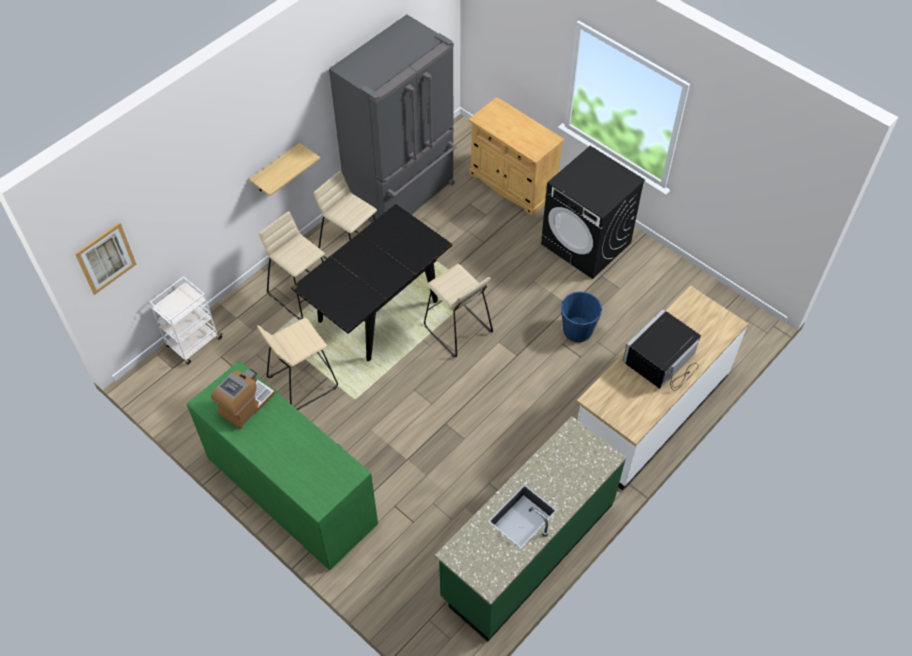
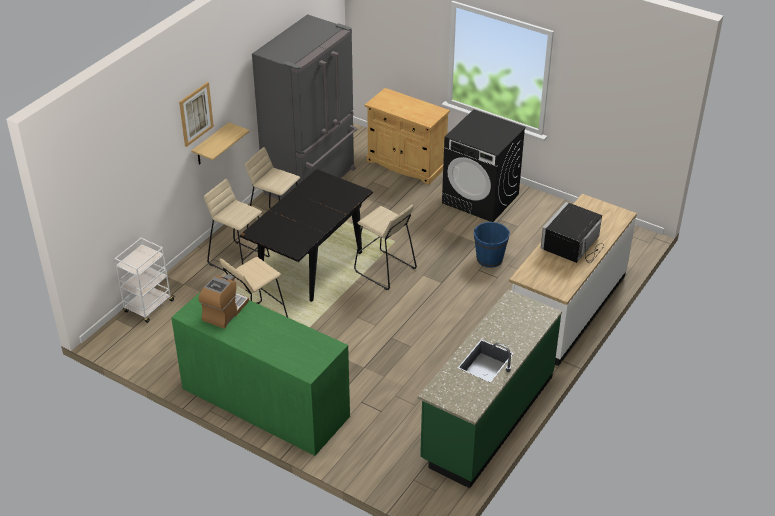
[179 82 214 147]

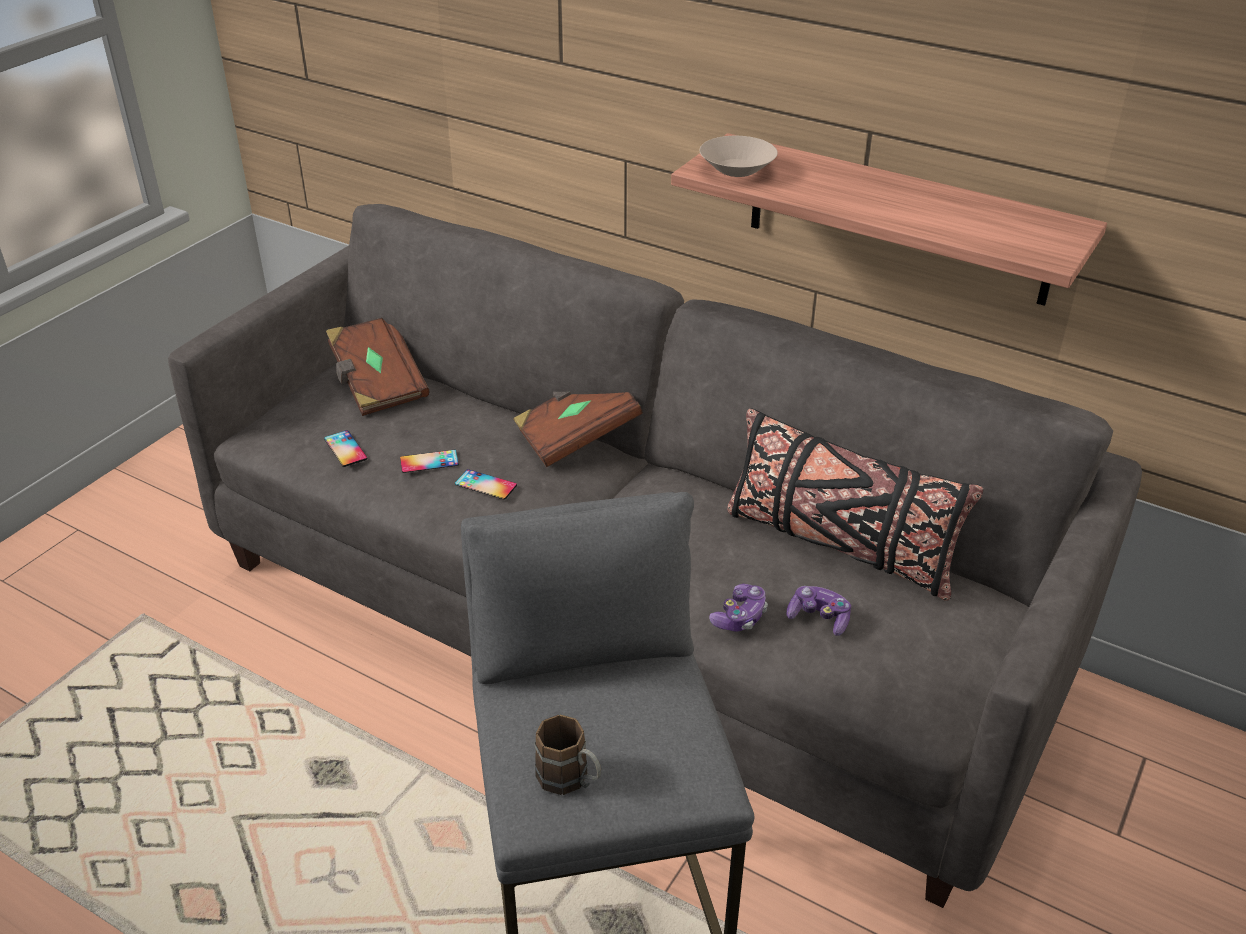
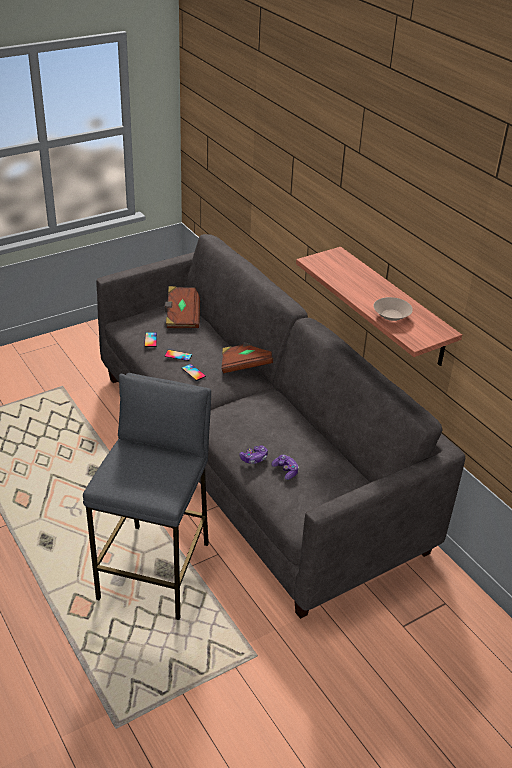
[534 715 601 795] (first image)
[374 297 413 321]
[727 408 983 601] (first image)

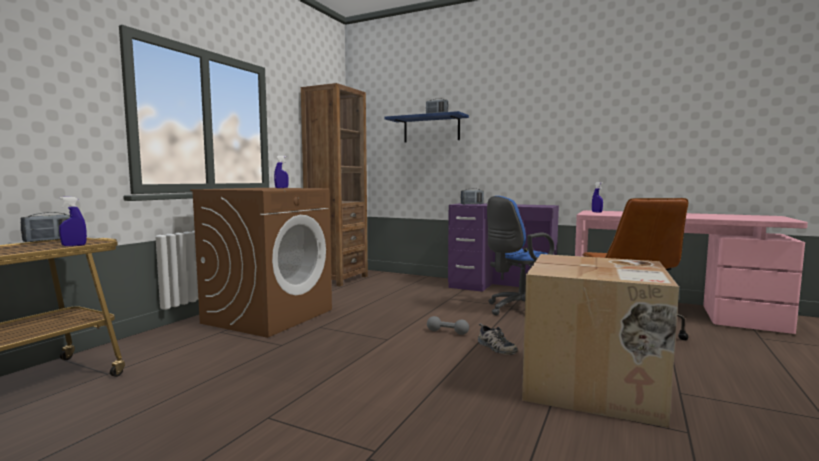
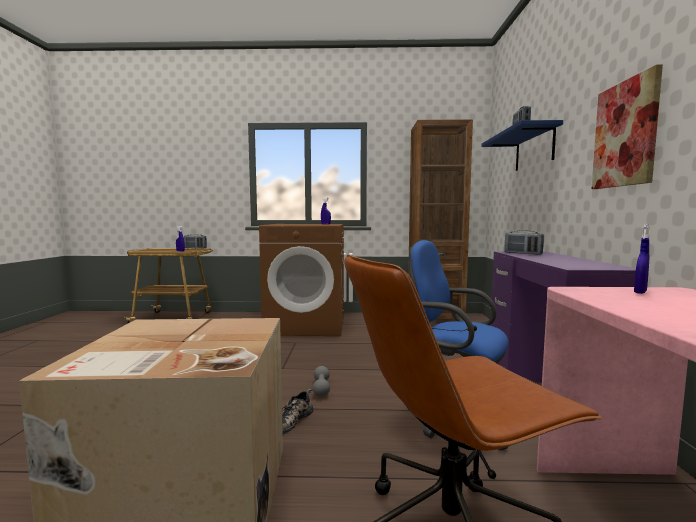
[592 65 663 189]

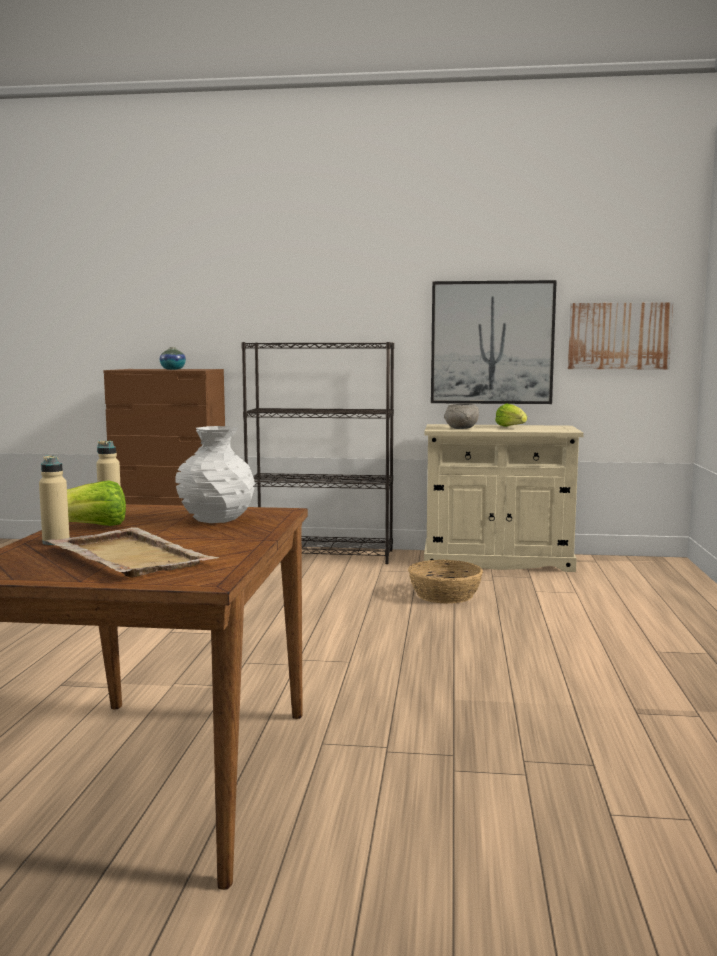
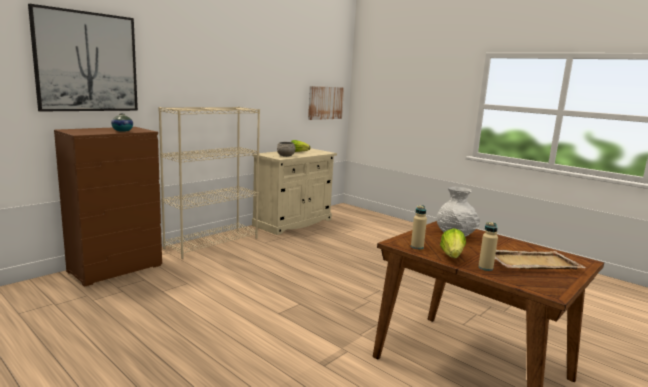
[158 107 260 259]
[408 560 483 604] (first image)
[28 4 138 112]

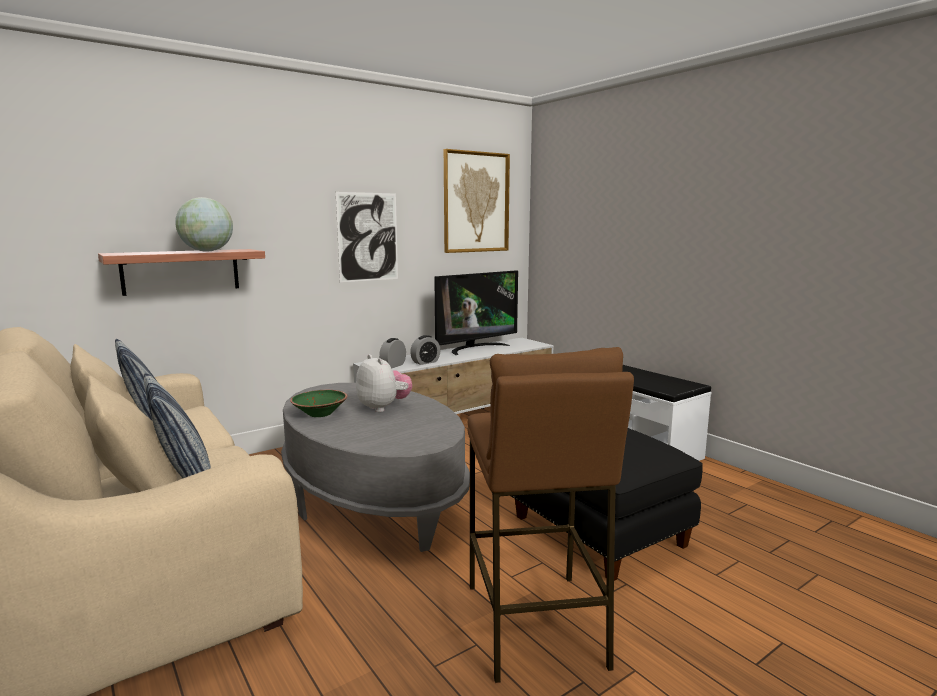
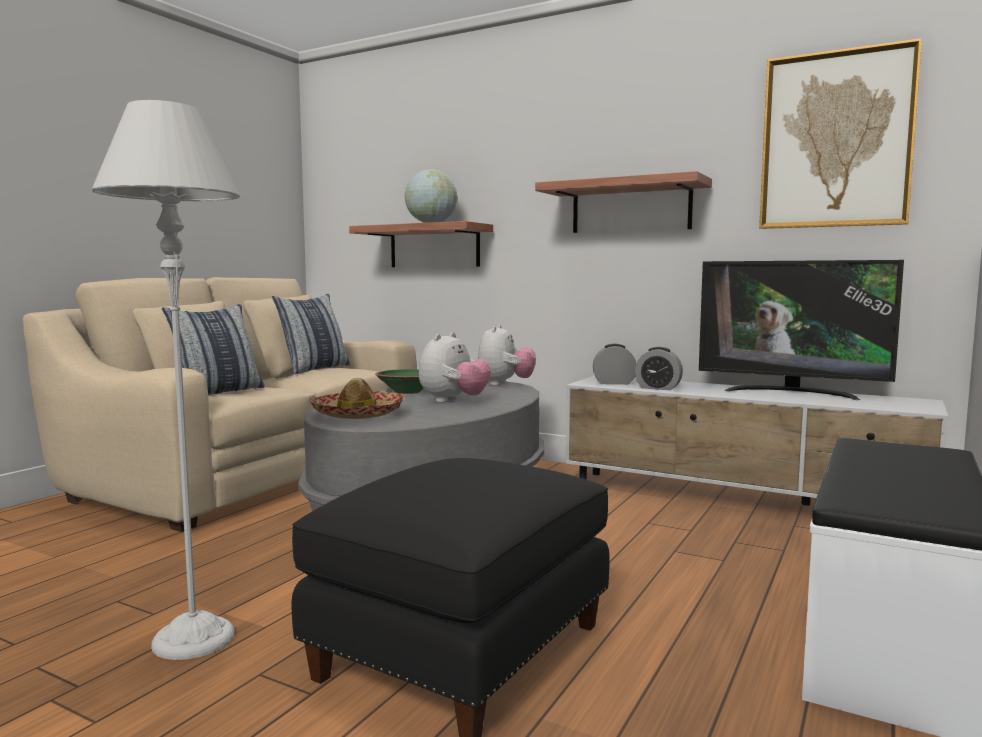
[535 171 712 233]
[92 100 240 660]
[308 378 405 419]
[478 325 536 386]

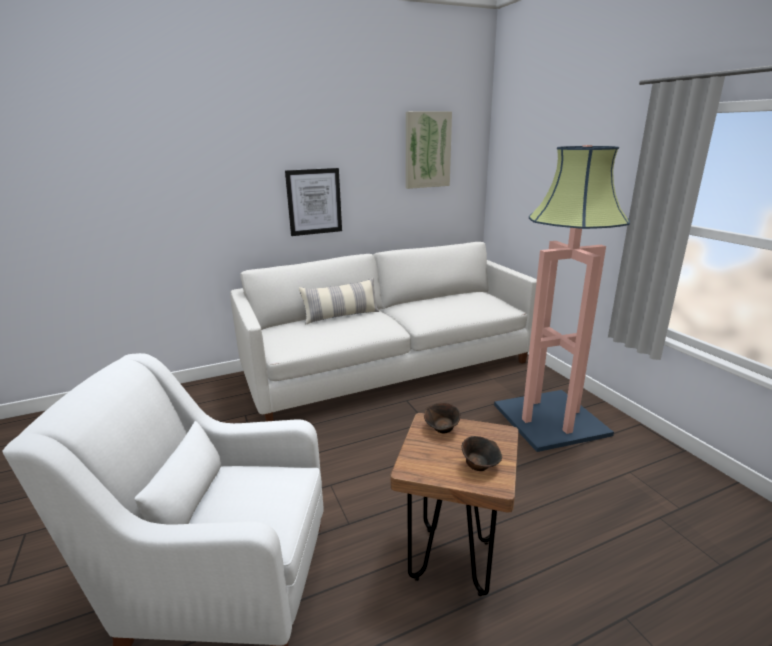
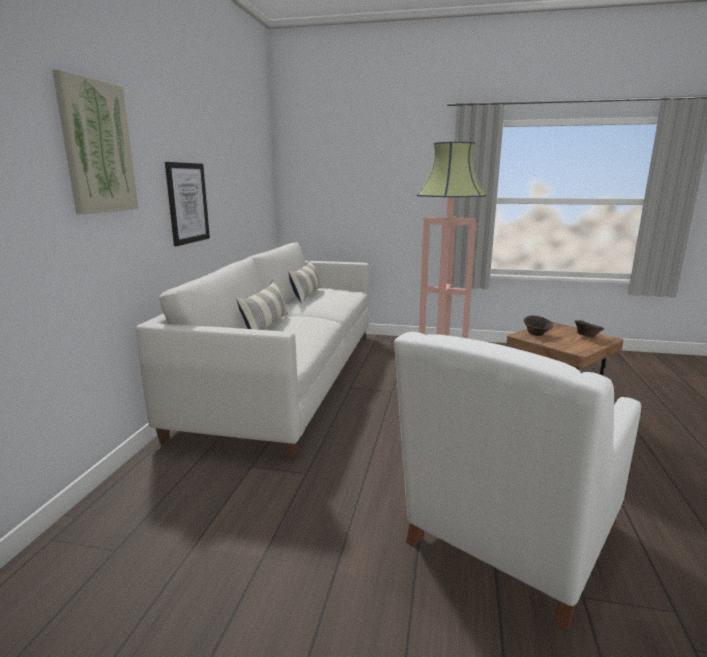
[52 70 139 214]
[288 260 321 303]

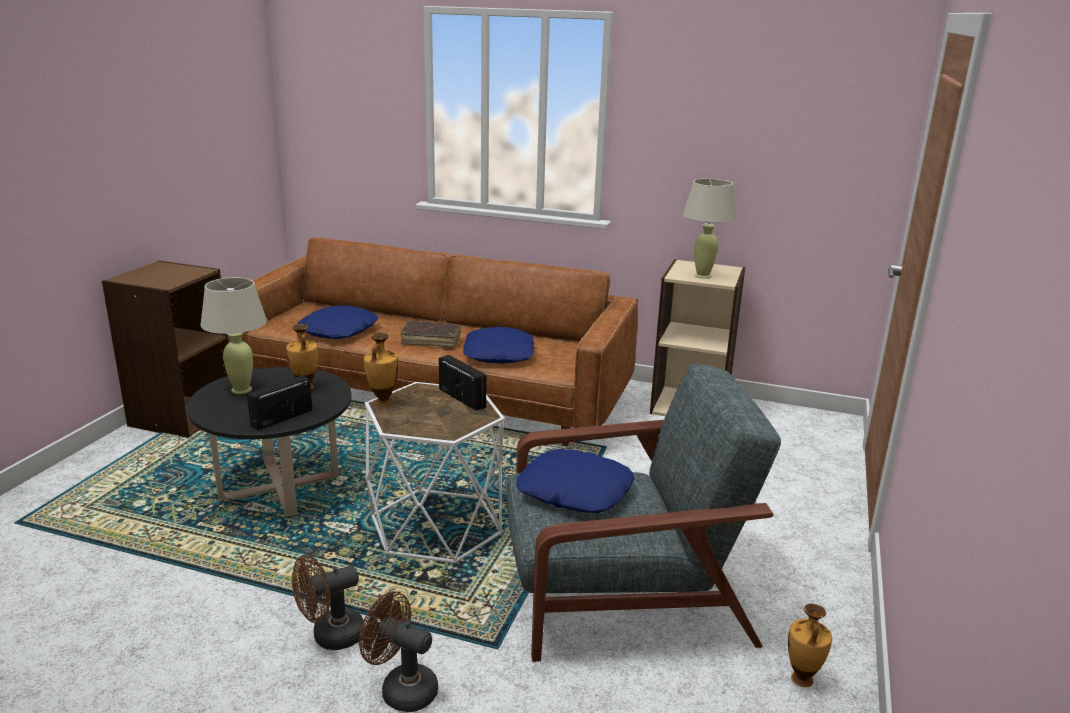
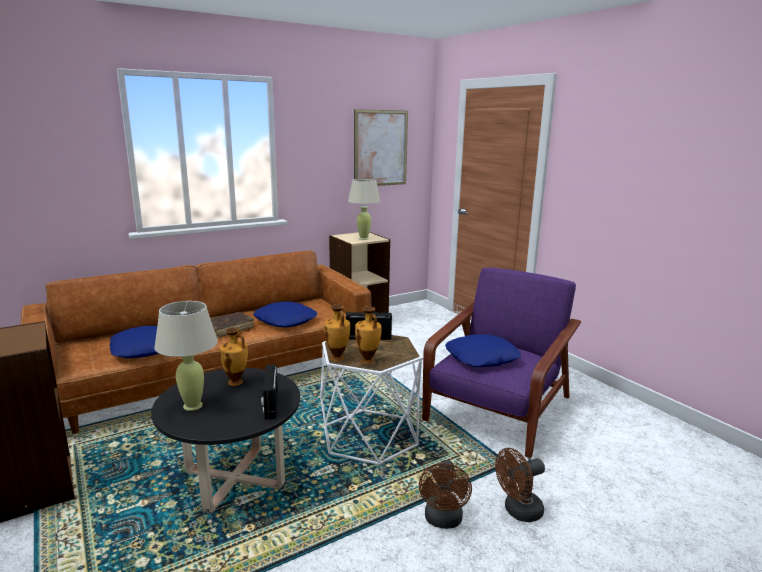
[422 267 581 458]
[355 306 382 364]
[354 109 408 186]

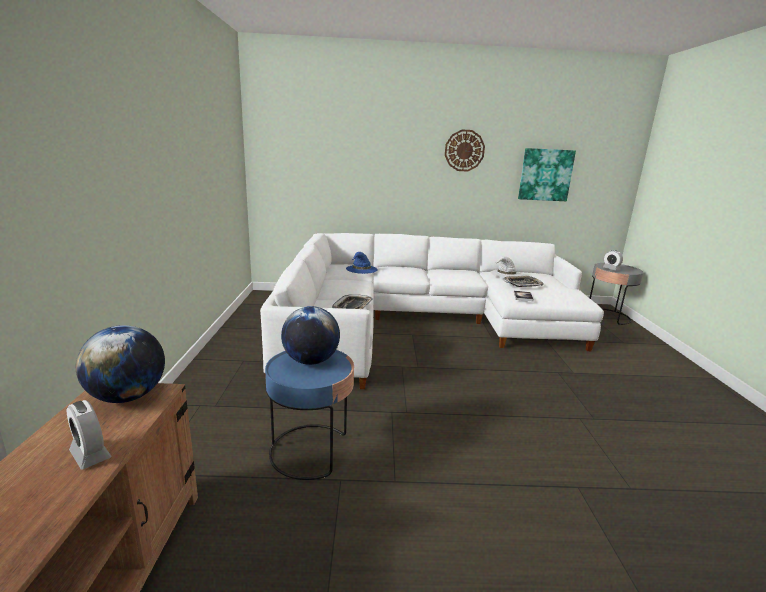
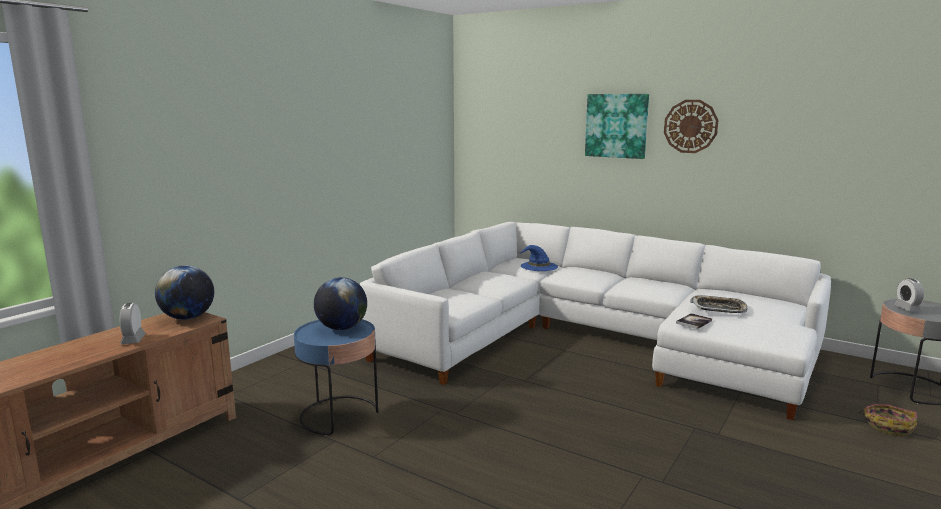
[332 294 373 309] (first image)
[491 256 523 278] (first image)
[585 94 649 159]
[858 404 917 436]

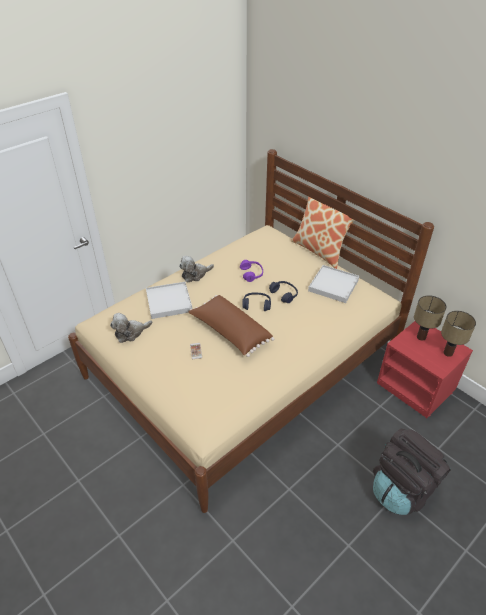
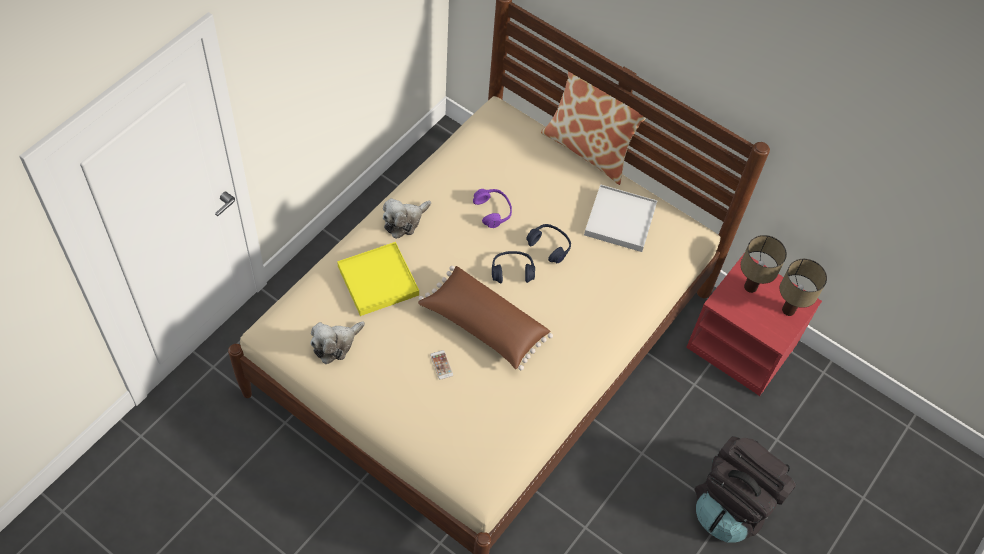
[337 242 419 316]

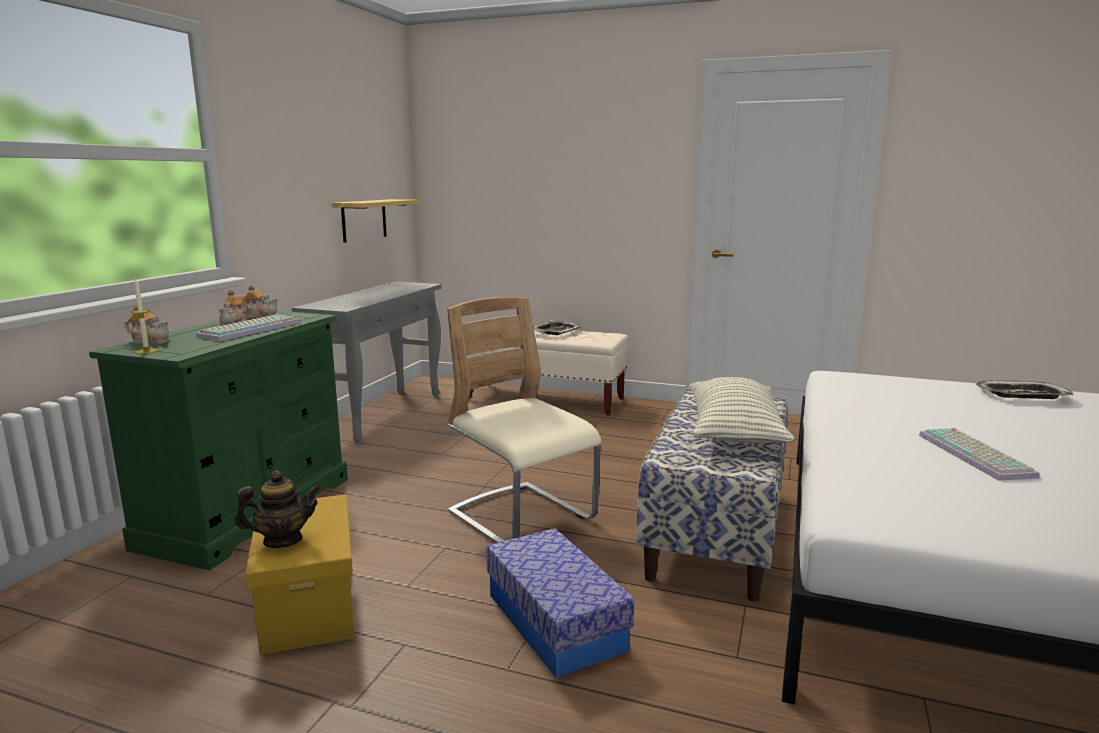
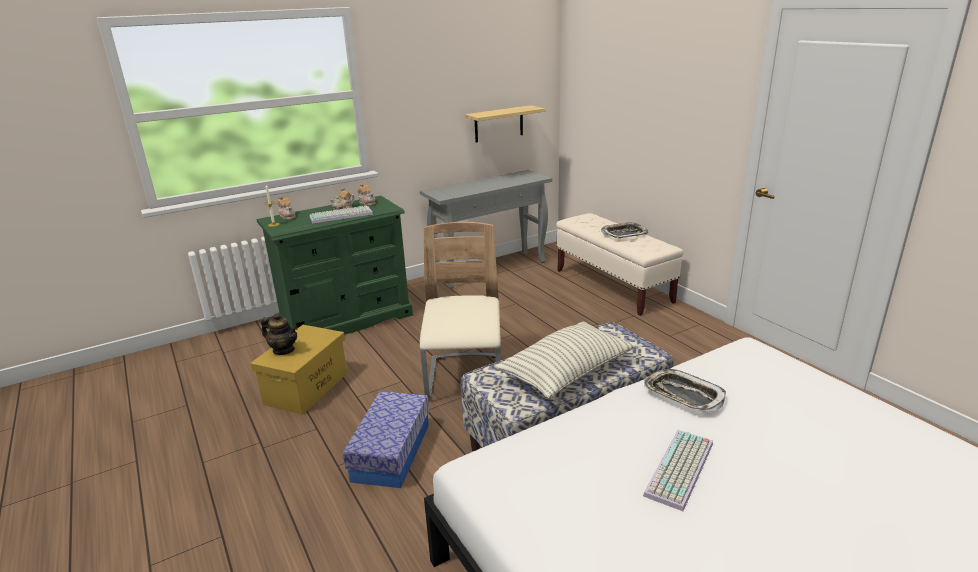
[644 369 726 412]

